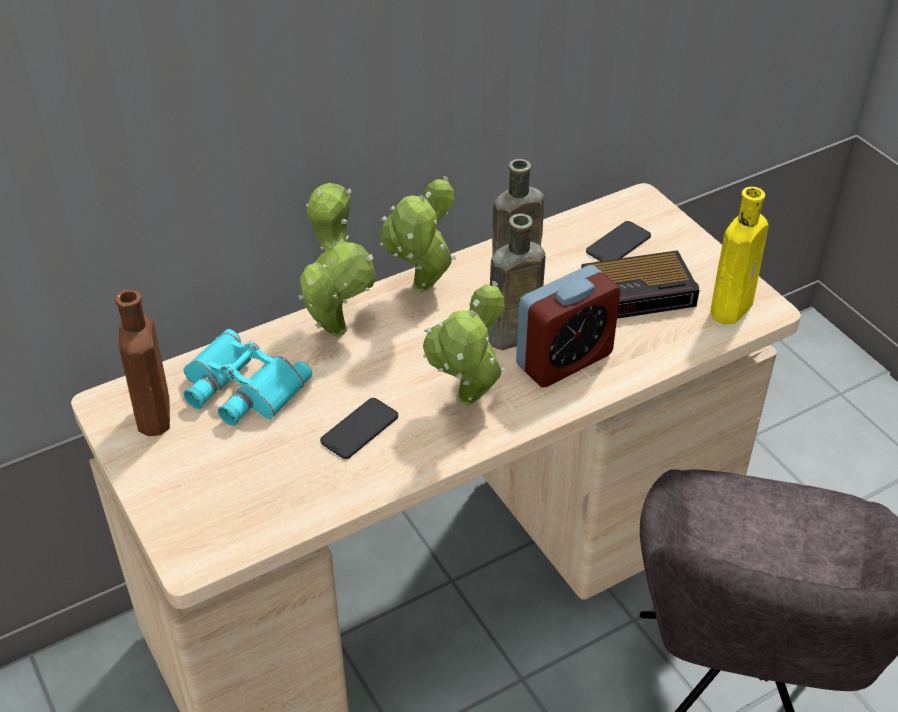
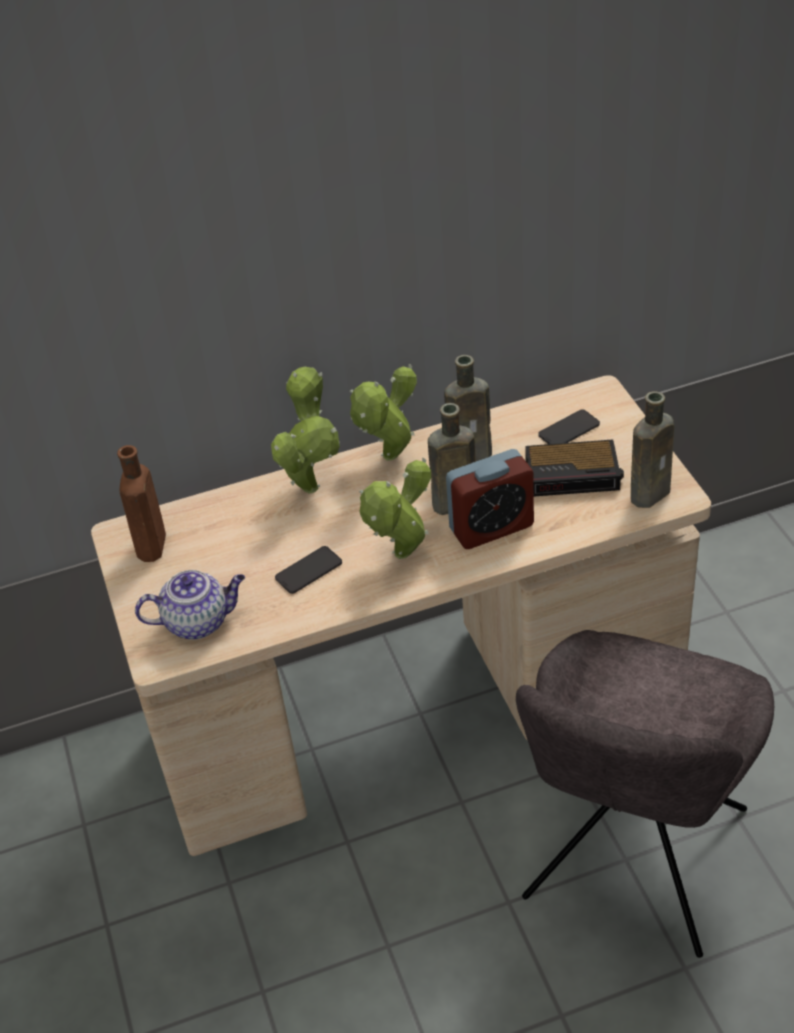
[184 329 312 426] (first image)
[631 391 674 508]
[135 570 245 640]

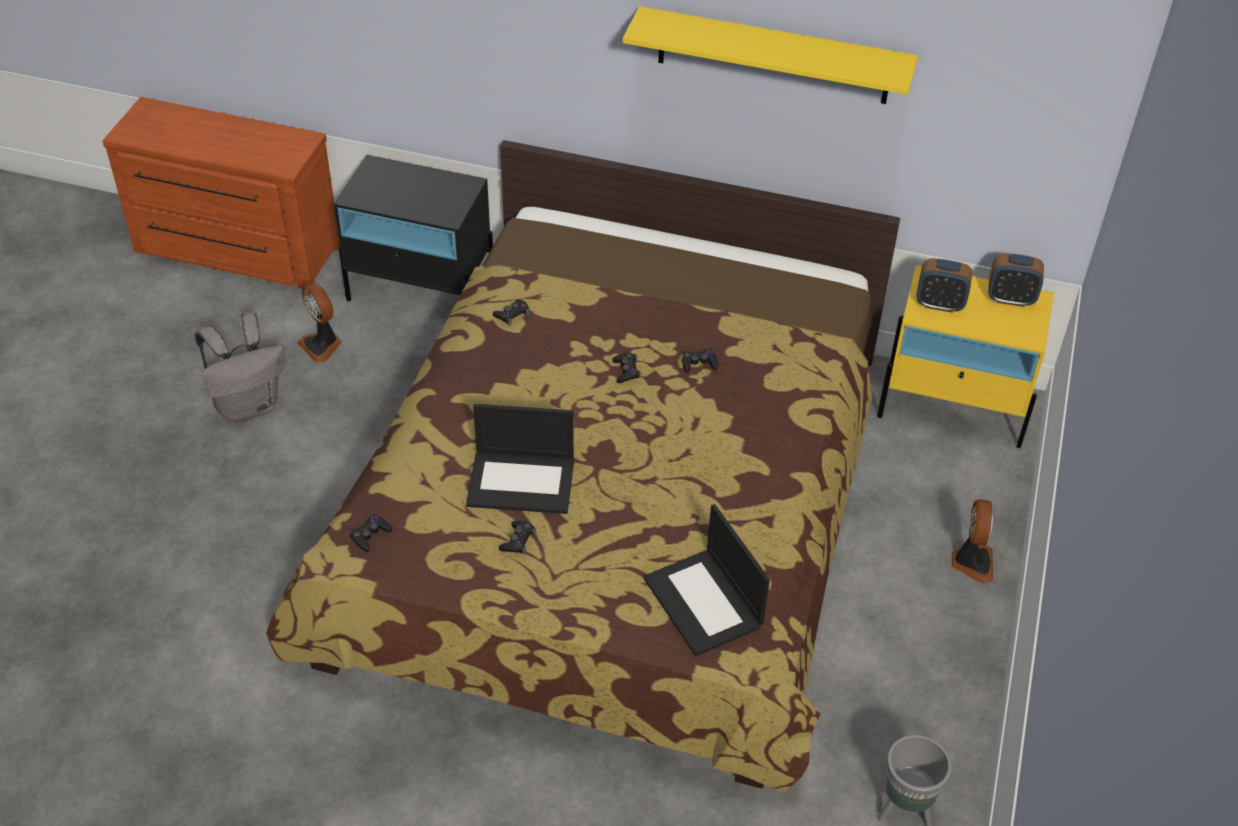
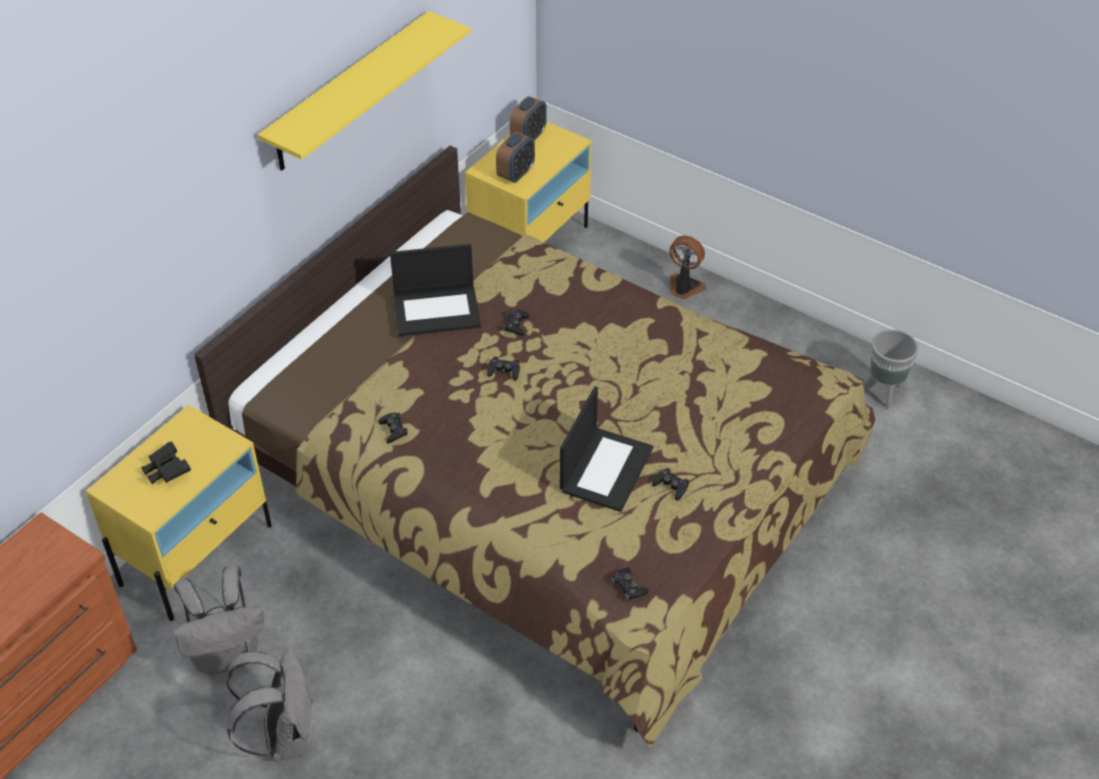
[173 565 264 675]
[86 405 272 621]
[390 244 481 336]
[141 441 191 484]

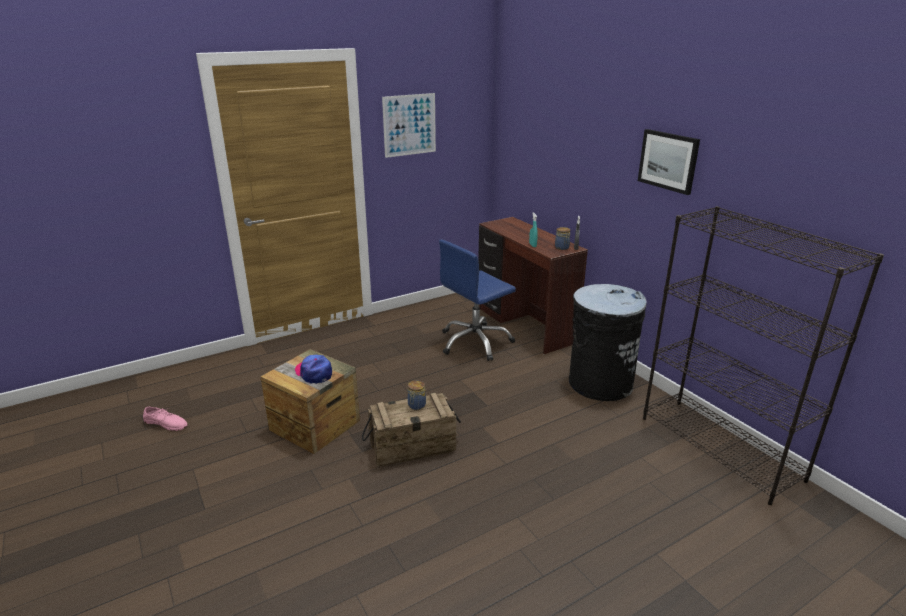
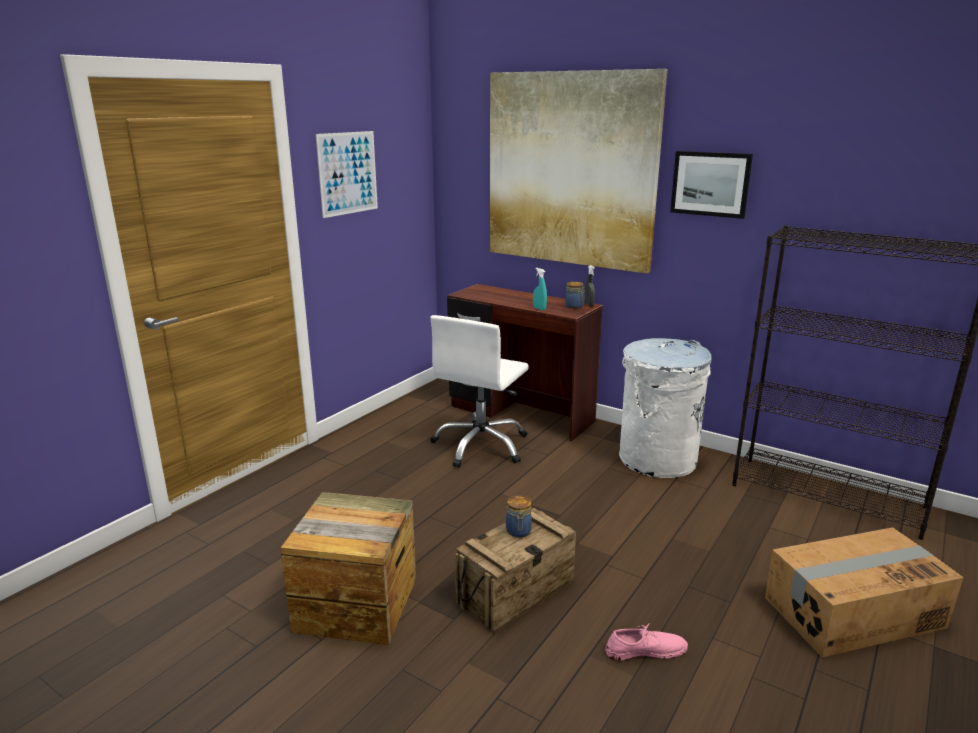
[605 623 688 661]
[295 355 332 384] (first image)
[430 315 529 468]
[619 338 712 478]
[490 69 667 273]
[765 527 964 657]

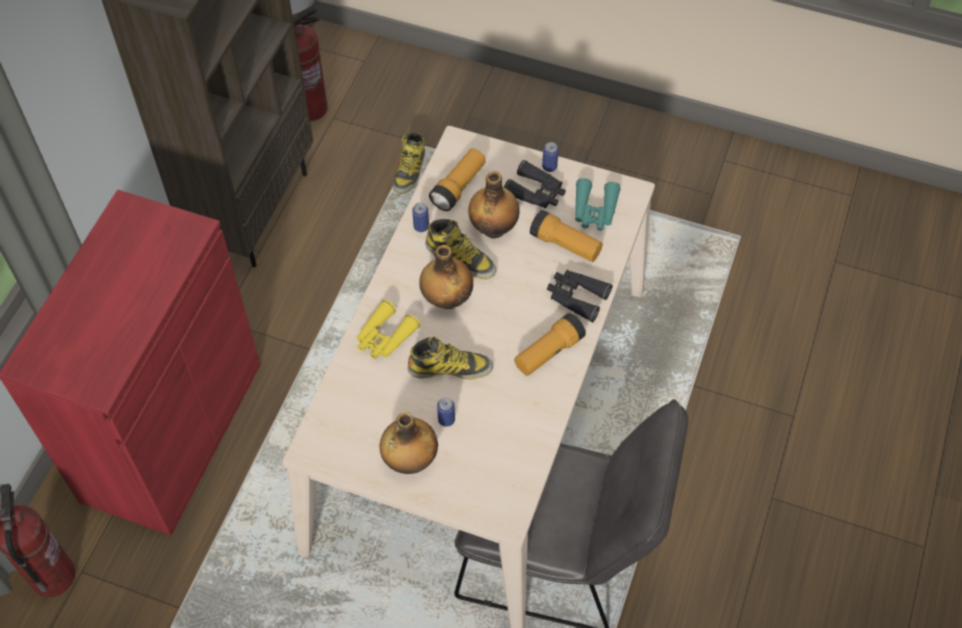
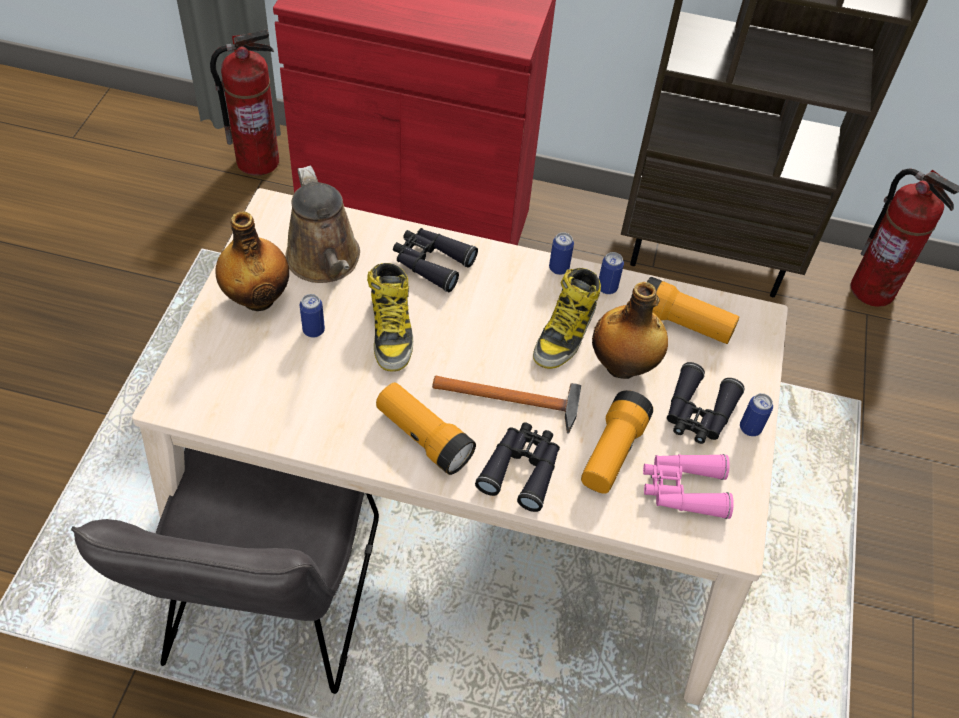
[393 228 478 292]
[393 132 425 194] (first image)
[419 245 473 309] (first image)
[643 454 734 519]
[285 166 360 283]
[432 376 581 434]
[549 232 574 275]

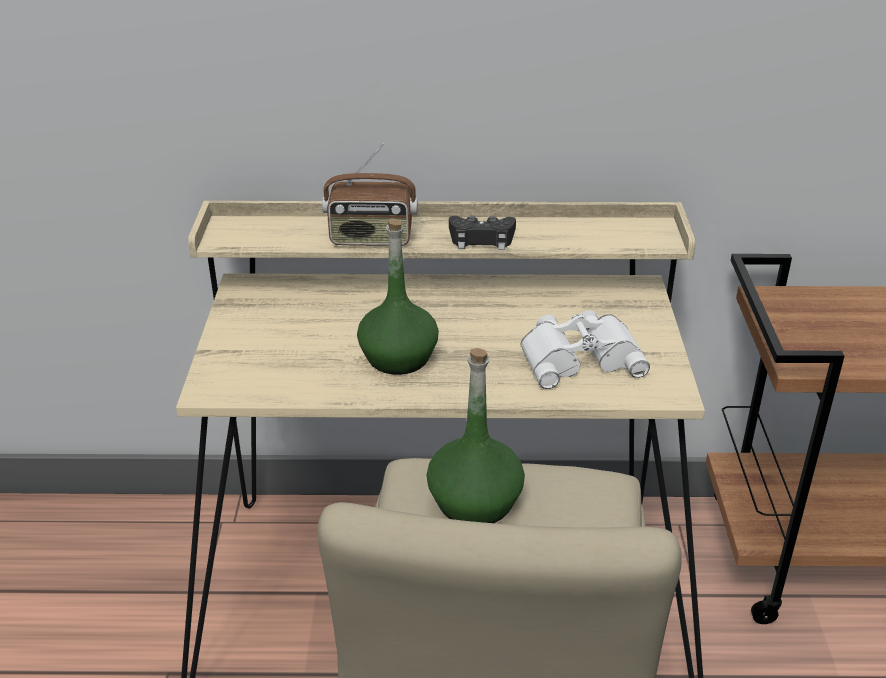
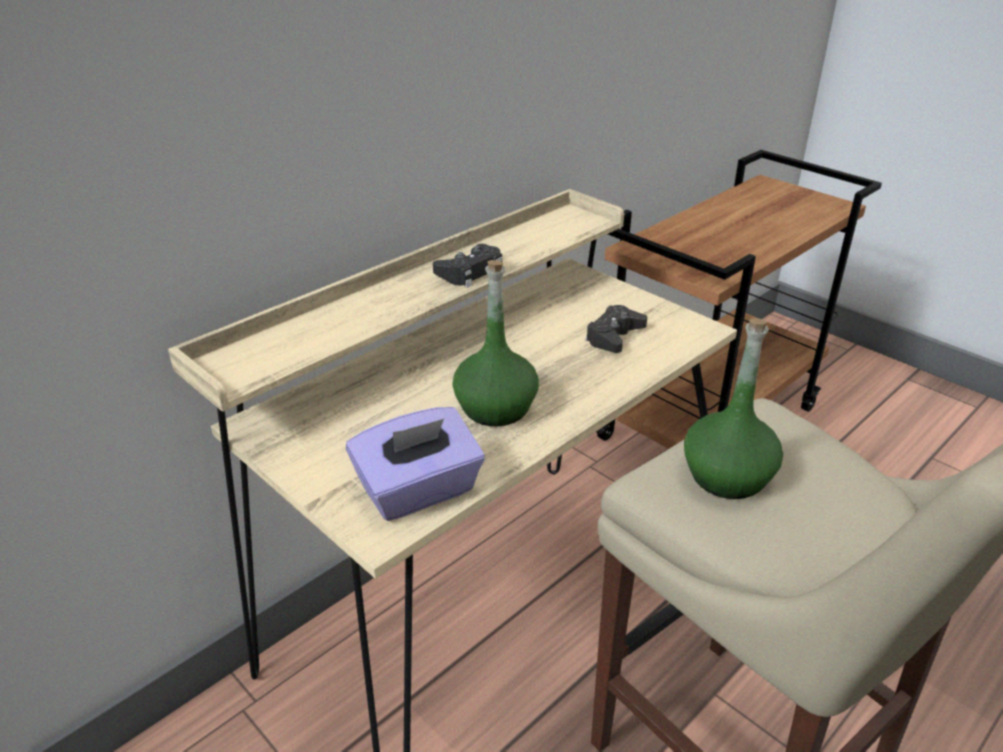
[322 143 418 246] (first image)
[585 305 647 353]
[346 407 485 521]

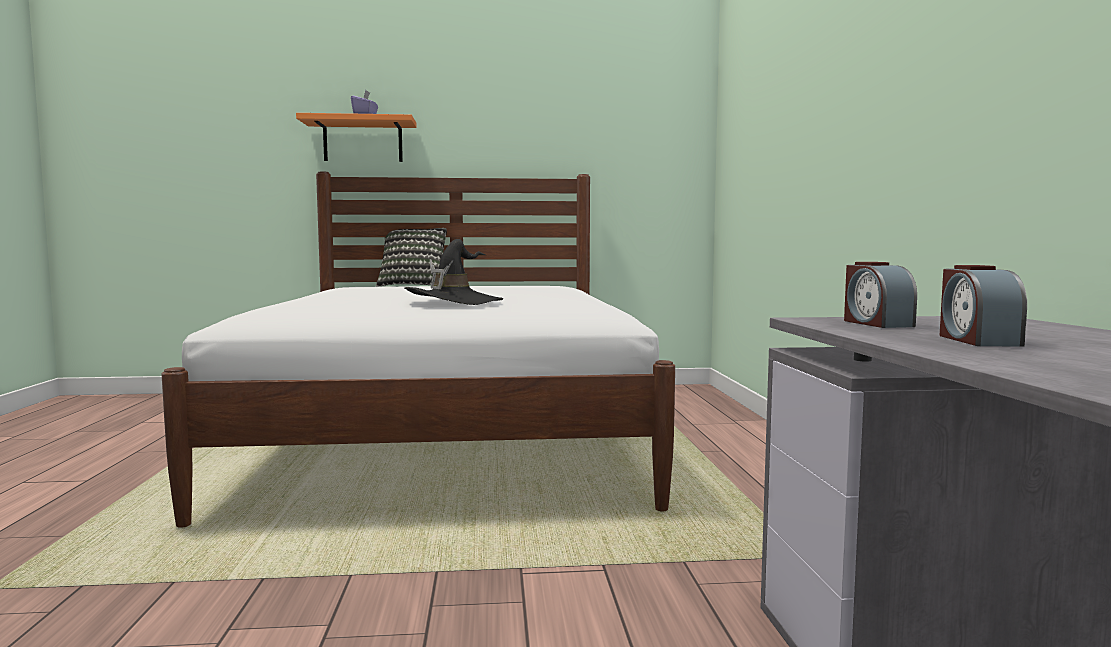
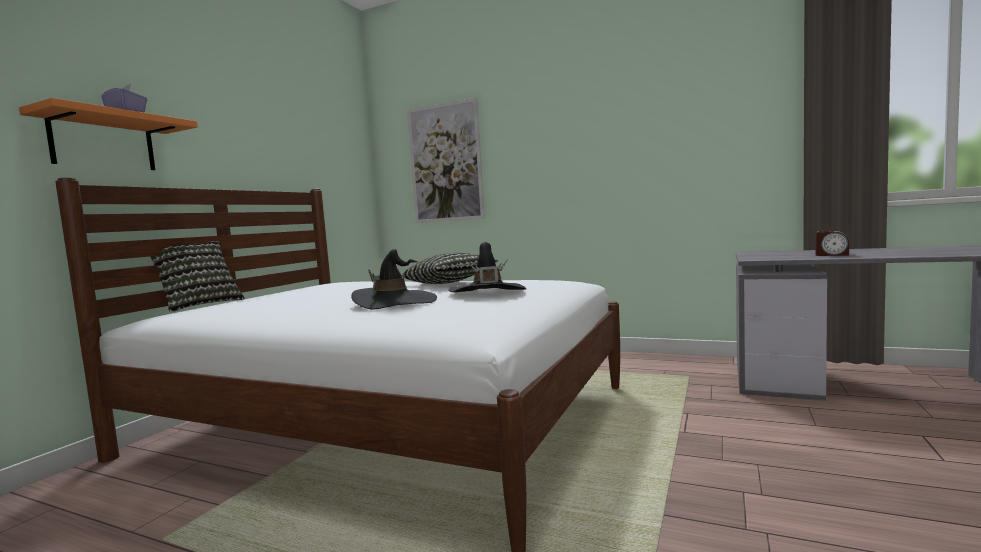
[844 262 917 328] (first image)
[351 249 437 310]
[402 253 498 284]
[407 97 485 223]

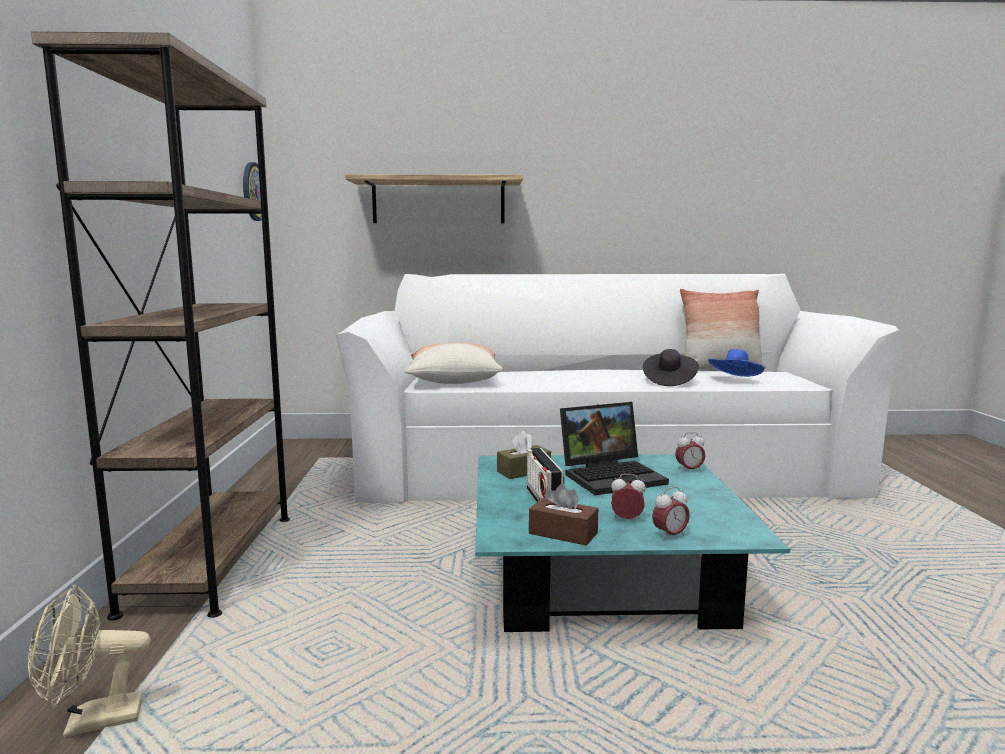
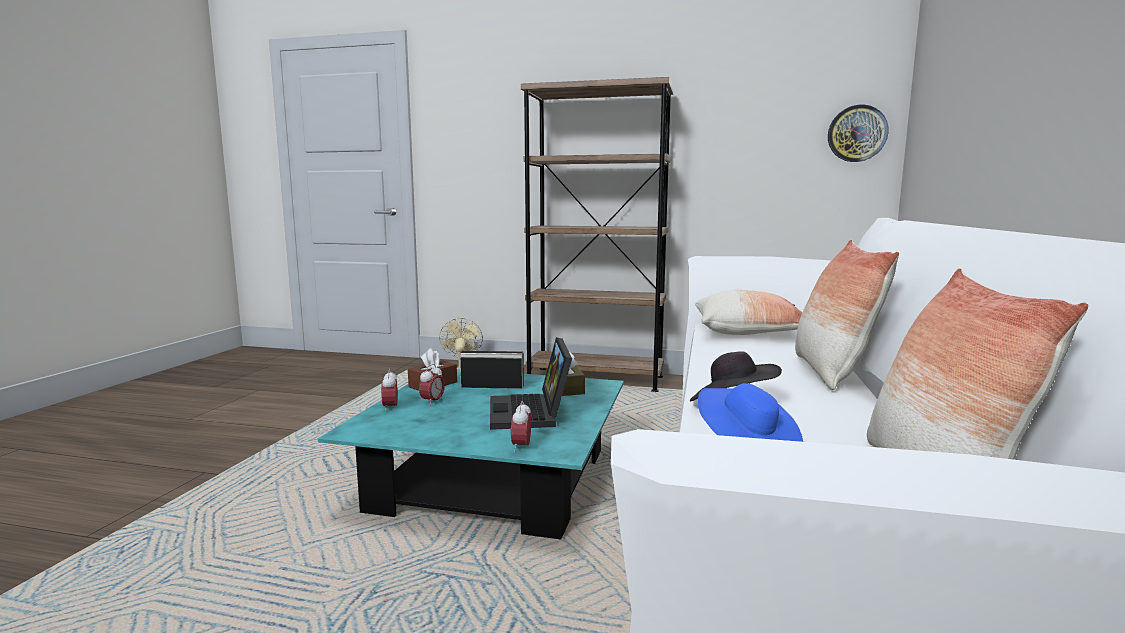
[345 174 523 223] (first image)
[795 240 899 390]

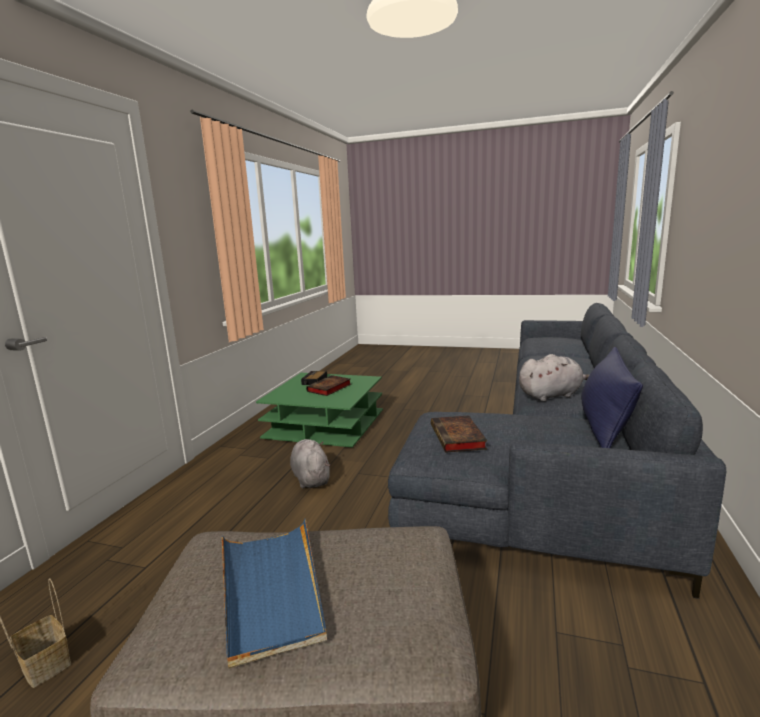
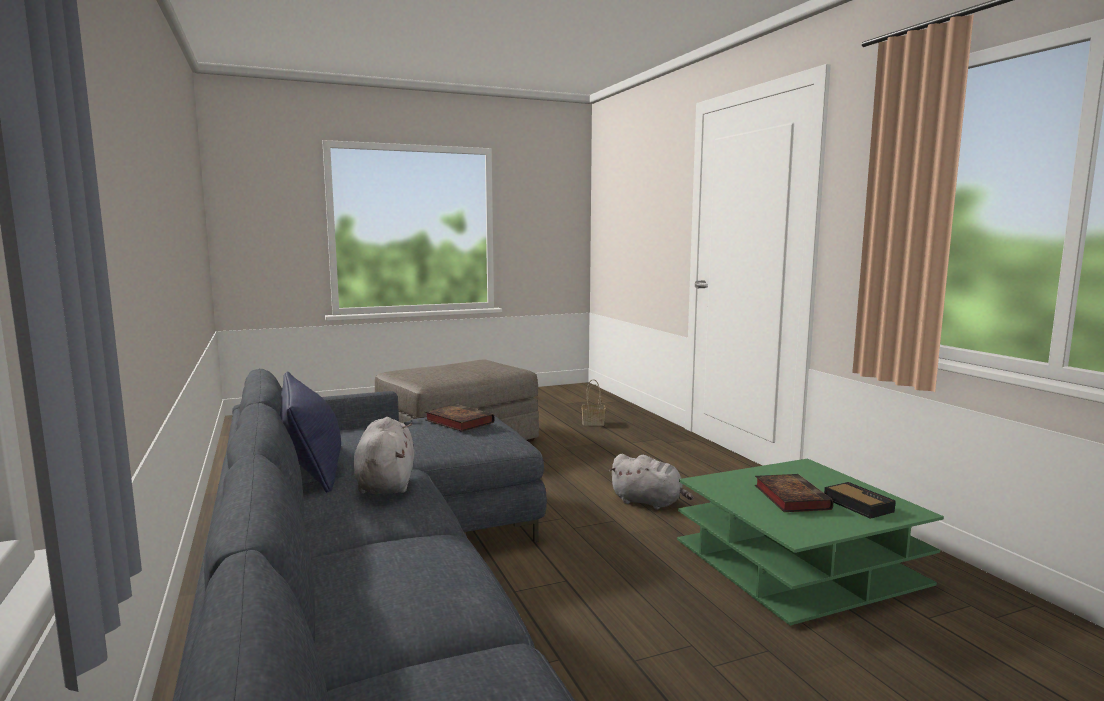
[222 519 327 669] (first image)
[354 417 414 494]

